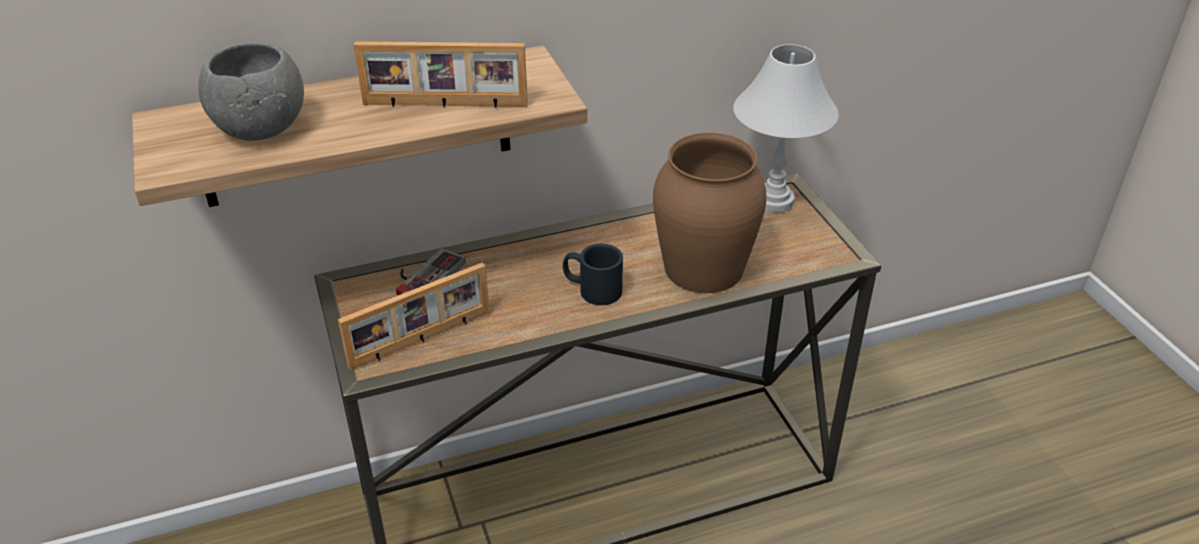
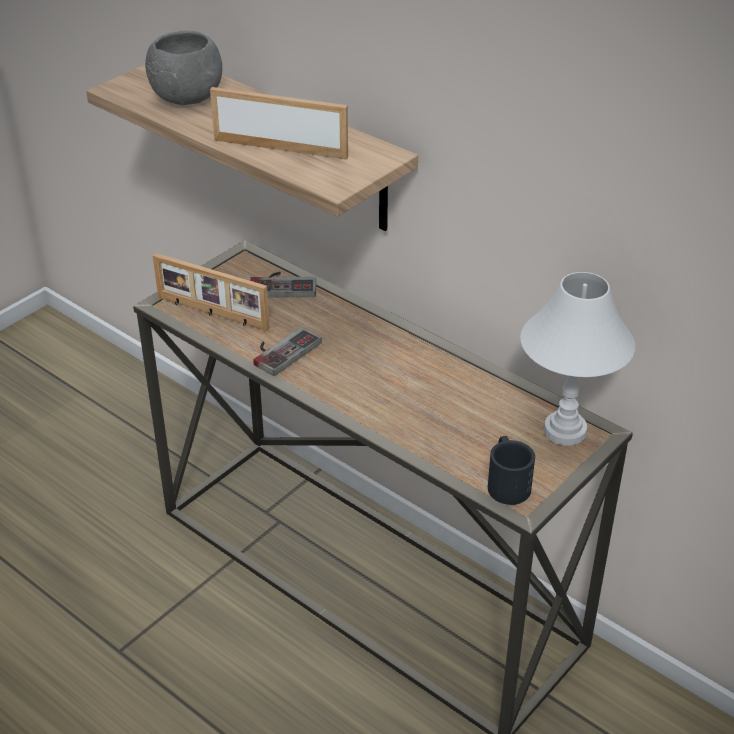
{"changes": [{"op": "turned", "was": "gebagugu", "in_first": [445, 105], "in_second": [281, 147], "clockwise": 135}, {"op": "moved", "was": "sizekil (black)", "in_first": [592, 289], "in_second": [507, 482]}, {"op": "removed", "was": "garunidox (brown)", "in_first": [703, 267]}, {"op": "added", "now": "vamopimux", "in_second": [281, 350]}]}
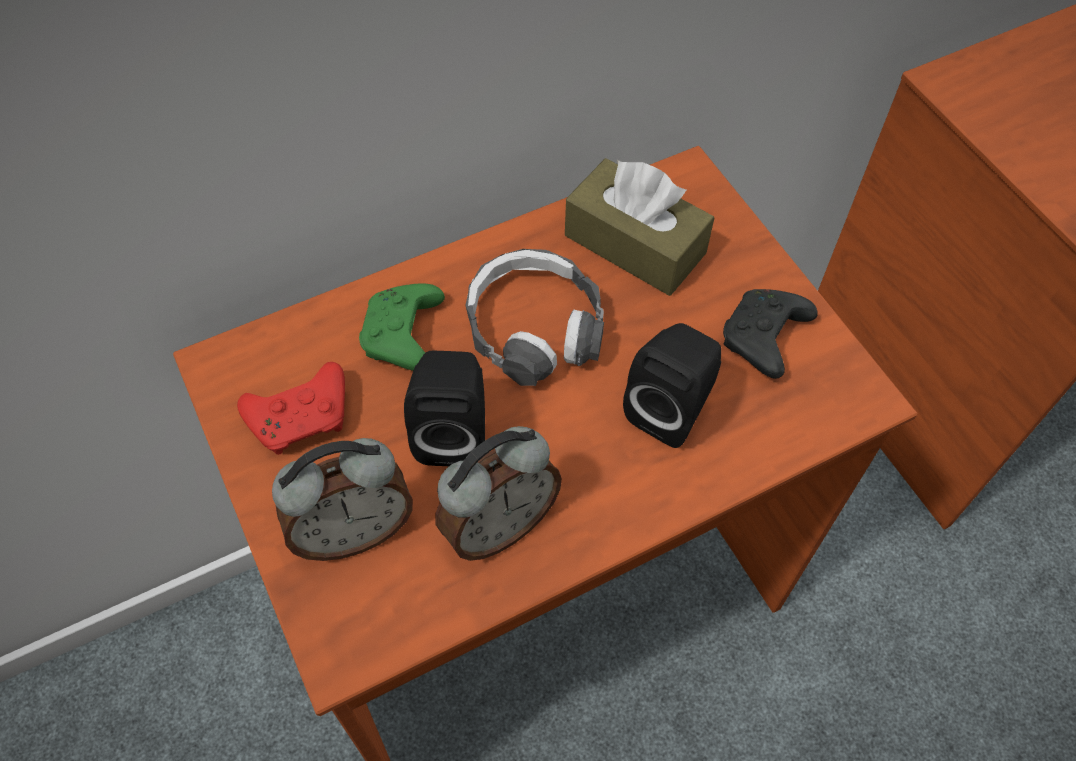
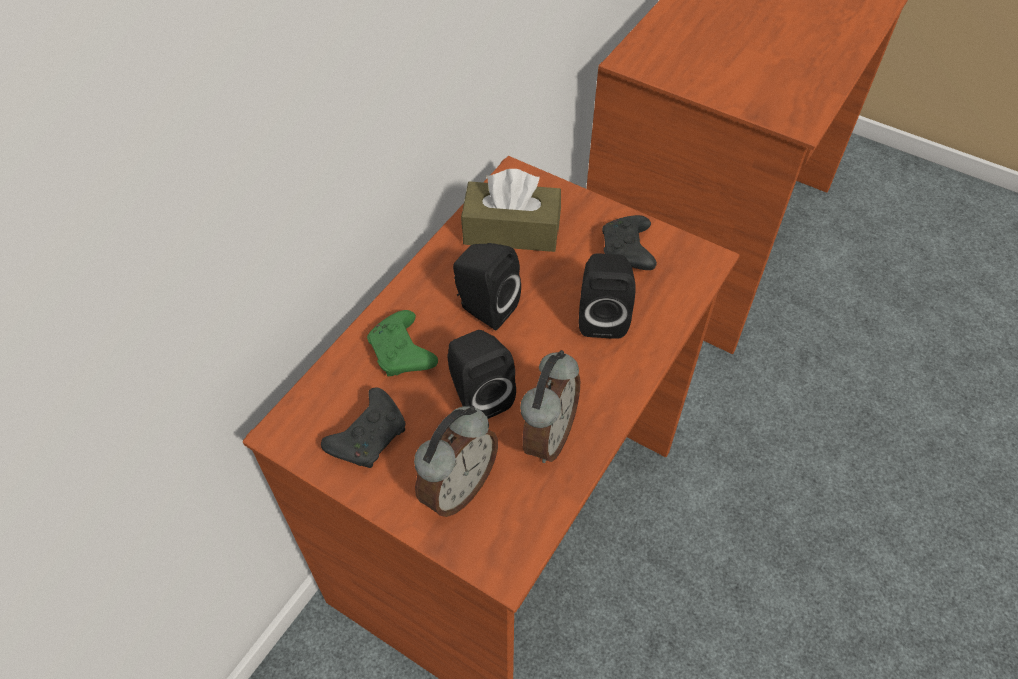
{"changes": [{"op": "recoloured", "was": "vamopimux (red)", "now": "vamopimux (black)", "in_first": [303, 417], "in_second": [370, 436]}, {"op": "replaced", "was": "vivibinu", "now": "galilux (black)", "in_first": [534, 327], "in_second": [484, 308]}]}
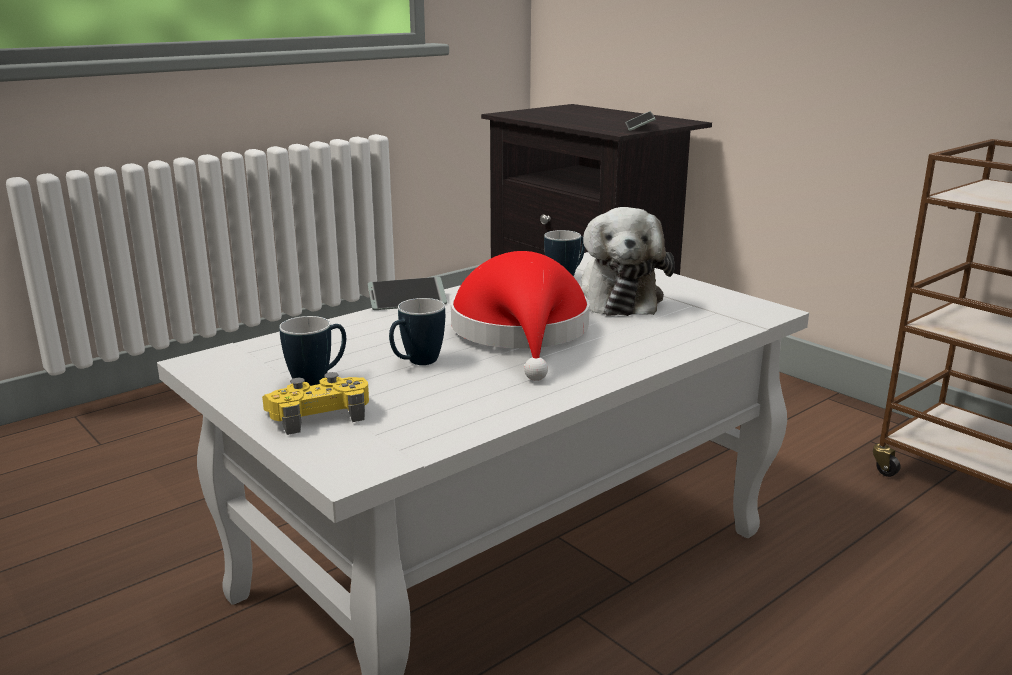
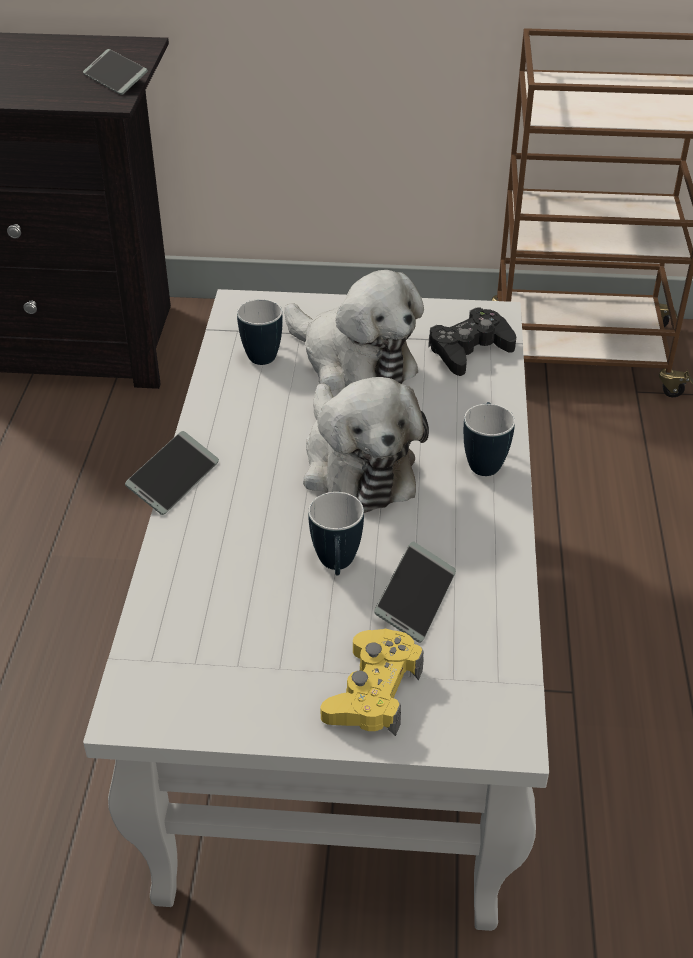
{"changes": [{"op": "moved", "was": "sizekil", "in_first": [318, 380], "in_second": [484, 461]}, {"op": "replaced", "was": "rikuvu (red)", "now": "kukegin", "in_first": [522, 333], "in_second": [356, 466]}, {"op": "added", "now": "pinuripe", "in_second": [415, 599]}, {"op": "added", "now": "vamopimux (black)", "in_second": [469, 350]}]}
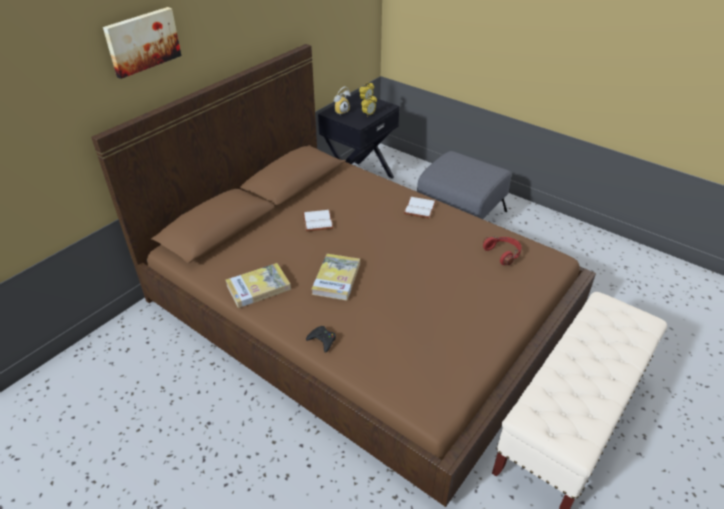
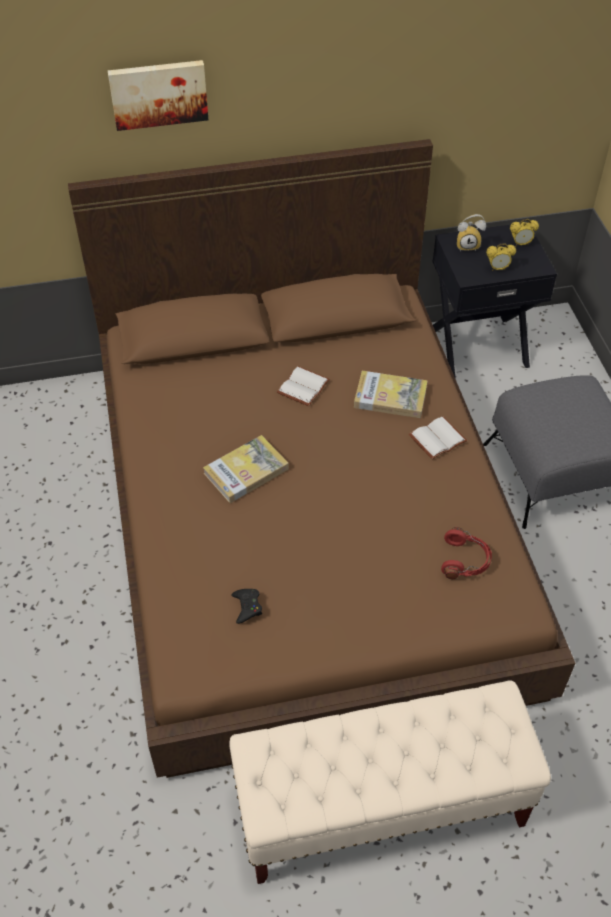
{"changes": [{"op": "moved", "was": "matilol", "in_first": [258, 287], "in_second": [390, 397]}, {"op": "moved", "was": "vamopimux (black)", "in_first": [322, 340], "in_second": [247, 607]}]}
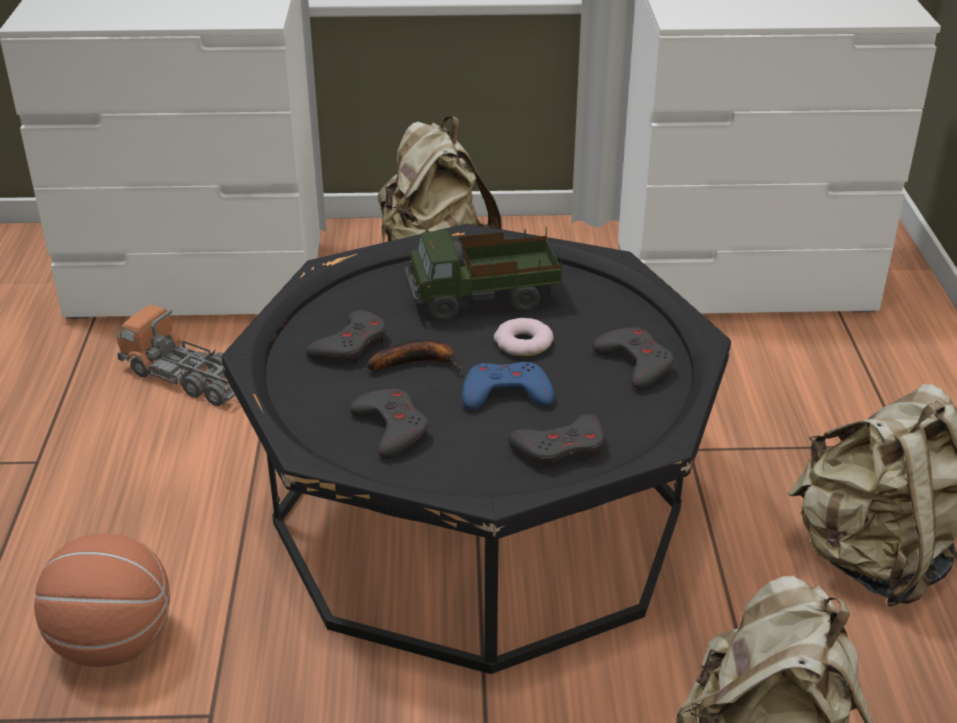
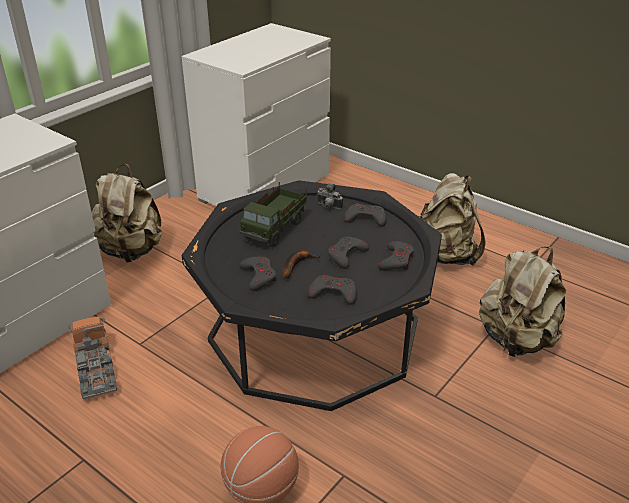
{"changes": [{"op": "turned", "was": "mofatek", "in_first": [189, 377], "in_second": [96, 369], "clockwise": 90}, {"op": "recoloured", "was": "vamopimux (blue)", "now": "vamopimux (grey)", "in_first": [506, 394], "in_second": [346, 255]}, {"op": "removed", "was": "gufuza", "in_first": [523, 343]}, {"op": "added", "now": "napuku", "in_second": [328, 206]}]}
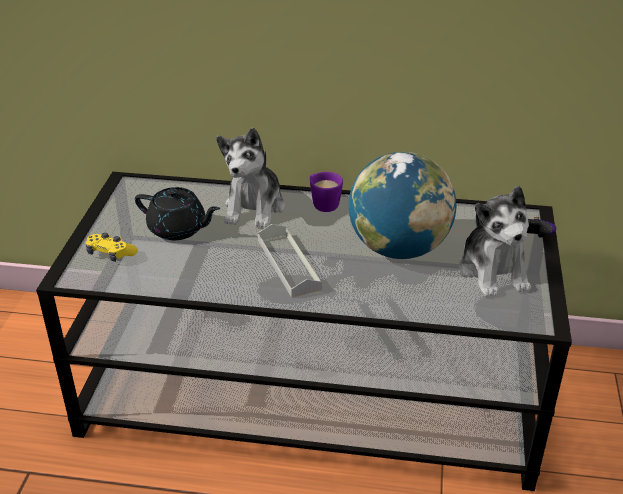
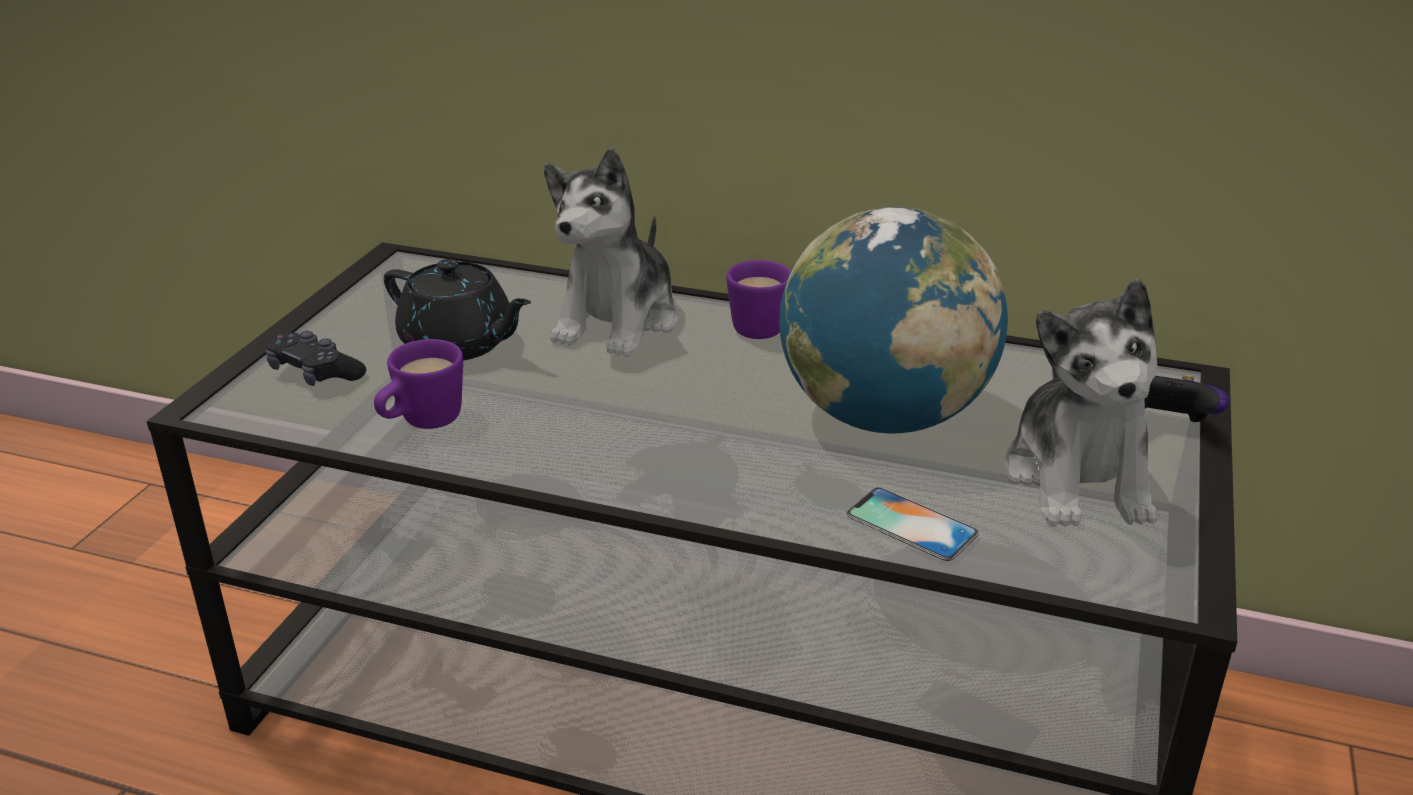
{"changes": [{"op": "recoloured", "was": "vamopimux (yellow)", "now": "vamopimux (black)", "in_first": [110, 253], "in_second": [315, 373]}, {"op": "removed", "was": "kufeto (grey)", "in_first": [288, 264]}, {"op": "added", "now": "sizekil (purple)", "in_second": [422, 423]}, {"op": "added", "now": "pinuripe", "in_second": [911, 524]}]}
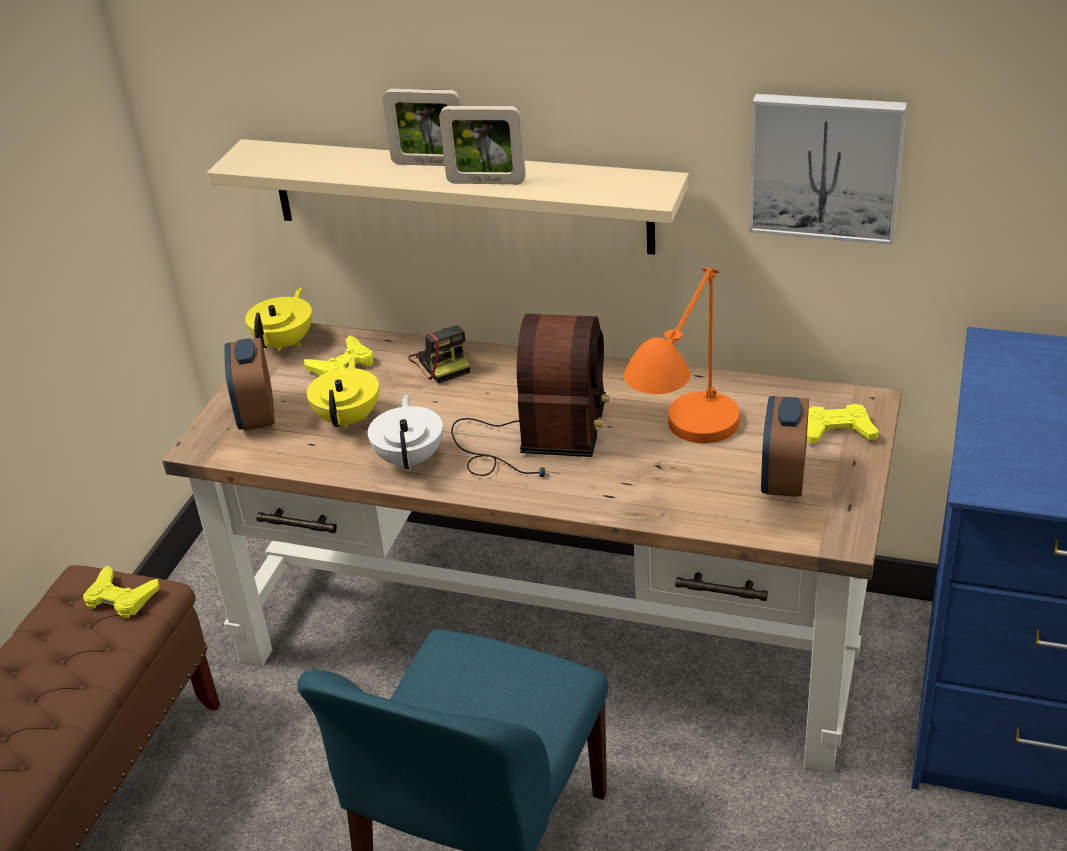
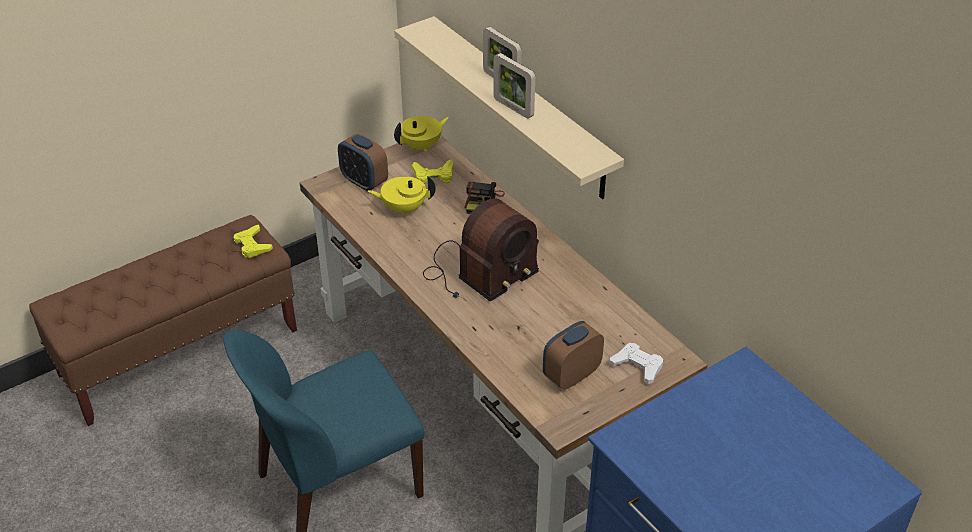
{"changes": [{"op": "turned", "was": "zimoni", "in_first": [256, 416], "in_second": [364, 182], "clockwise": -75}, {"op": "turned", "was": "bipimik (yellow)", "in_first": [349, 418], "in_second": [403, 208], "clockwise": -135}, {"op": "removed", "was": "bipimik (white)", "in_first": [410, 458]}, {"op": "removed", "was": "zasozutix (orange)", "in_first": [686, 460]}, {"op": "removed", "was": "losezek", "in_first": [826, 166]}, {"op": "recoloured", "was": "vamopimux (yellow)", "now": "vamopimux (white)", "in_first": [837, 431], "in_second": [637, 366]}]}
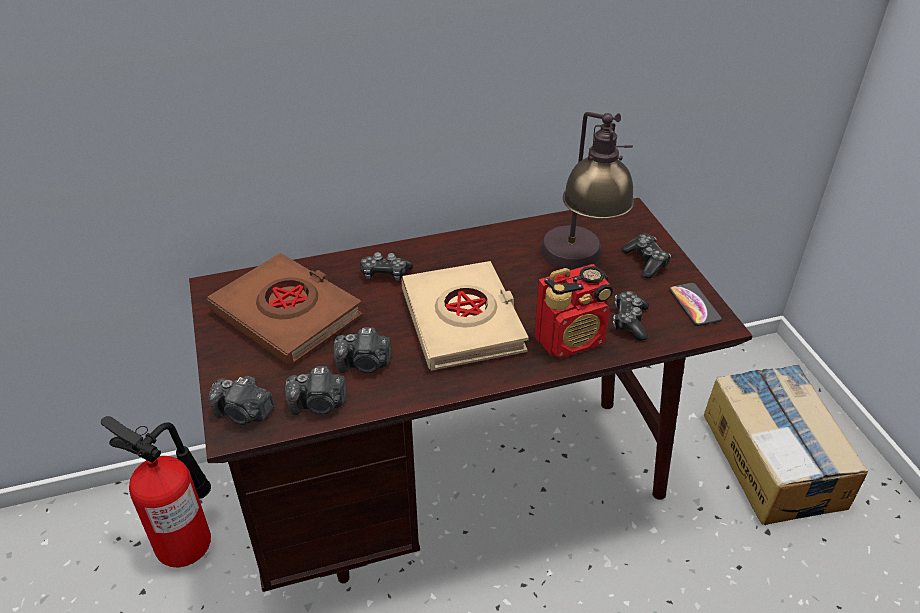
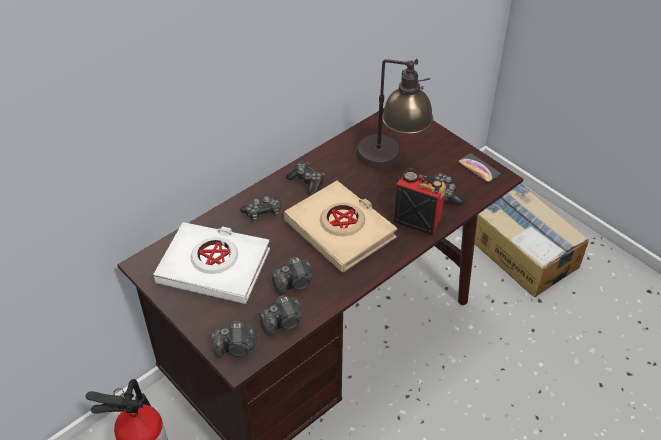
{"changes": [{"op": "recoloured", "was": "matilol (brown)", "now": "matilol (white)", "in_first": [287, 314], "in_second": [214, 267]}, {"op": "turned", "was": "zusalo", "in_first": [570, 340], "in_second": [417, 219], "clockwise": -105}, {"op": "moved", "was": "vamopimux", "in_first": [646, 261], "in_second": [307, 182]}]}
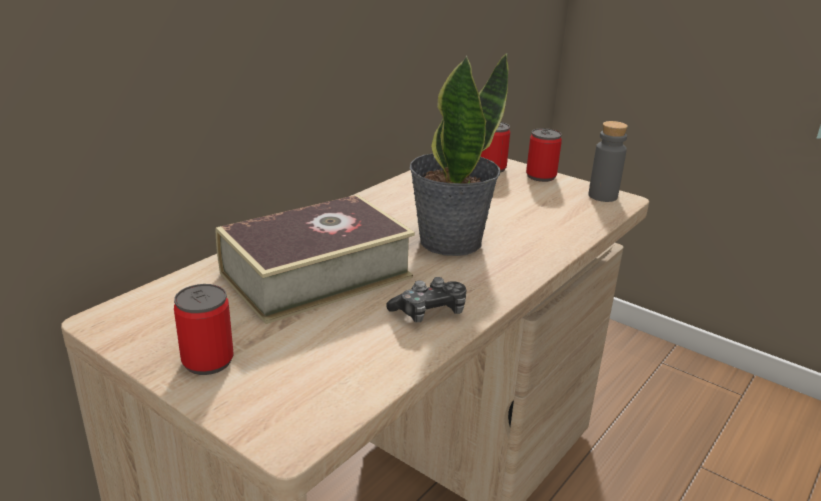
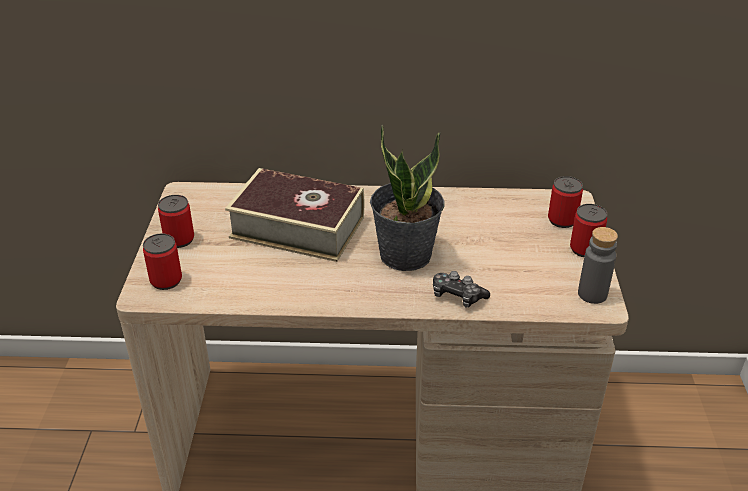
{"changes": [{"op": "moved", "was": "vamopimux", "in_first": [430, 312], "in_second": [457, 296]}, {"op": "added", "now": "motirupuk", "in_second": [166, 280]}]}
